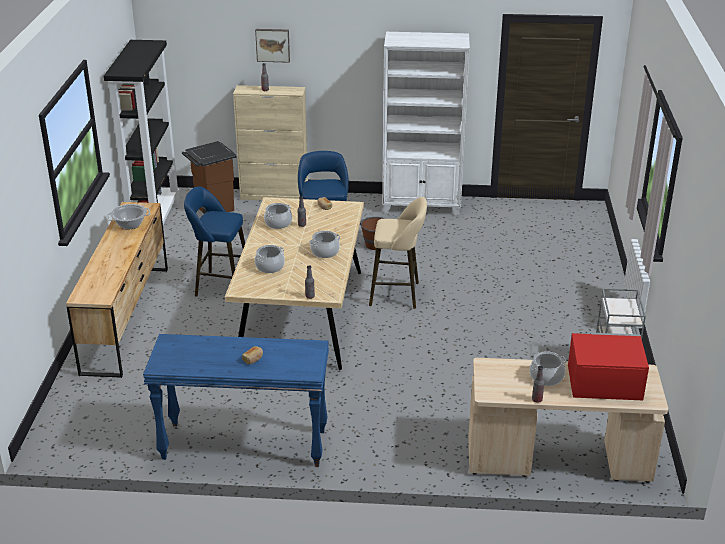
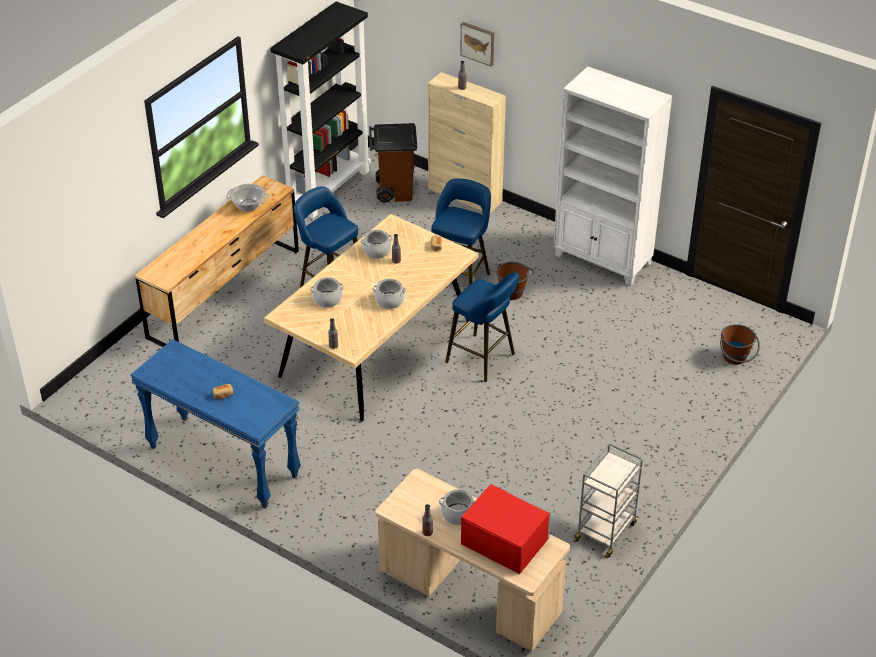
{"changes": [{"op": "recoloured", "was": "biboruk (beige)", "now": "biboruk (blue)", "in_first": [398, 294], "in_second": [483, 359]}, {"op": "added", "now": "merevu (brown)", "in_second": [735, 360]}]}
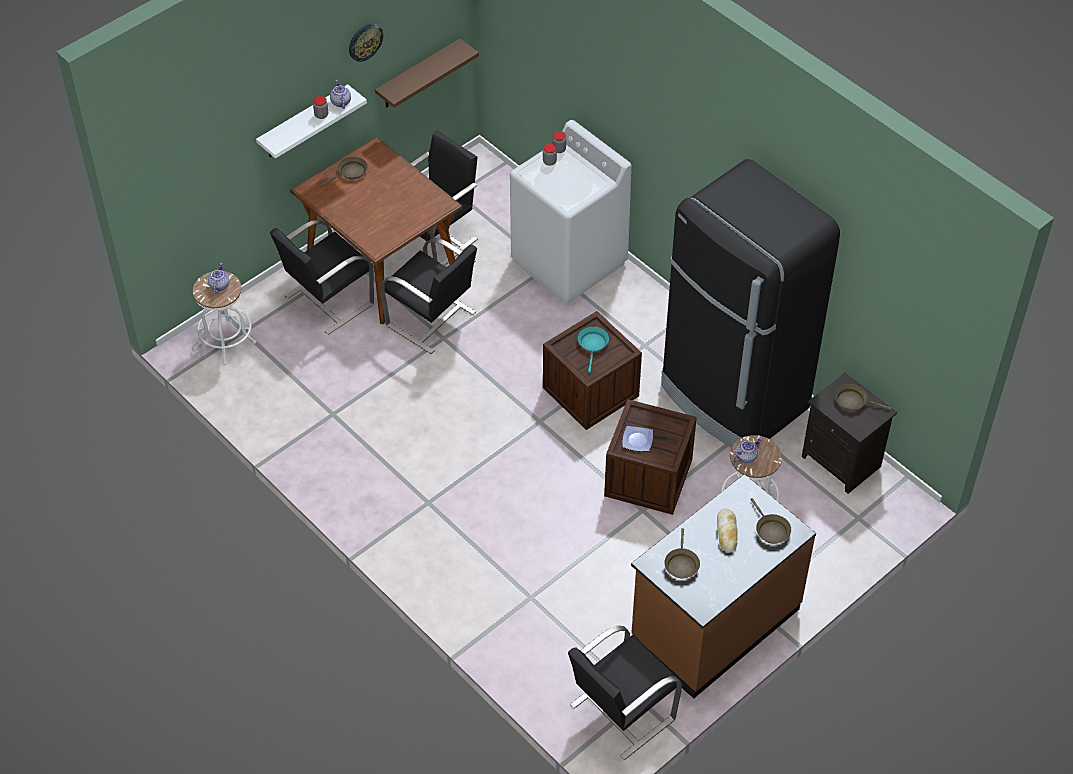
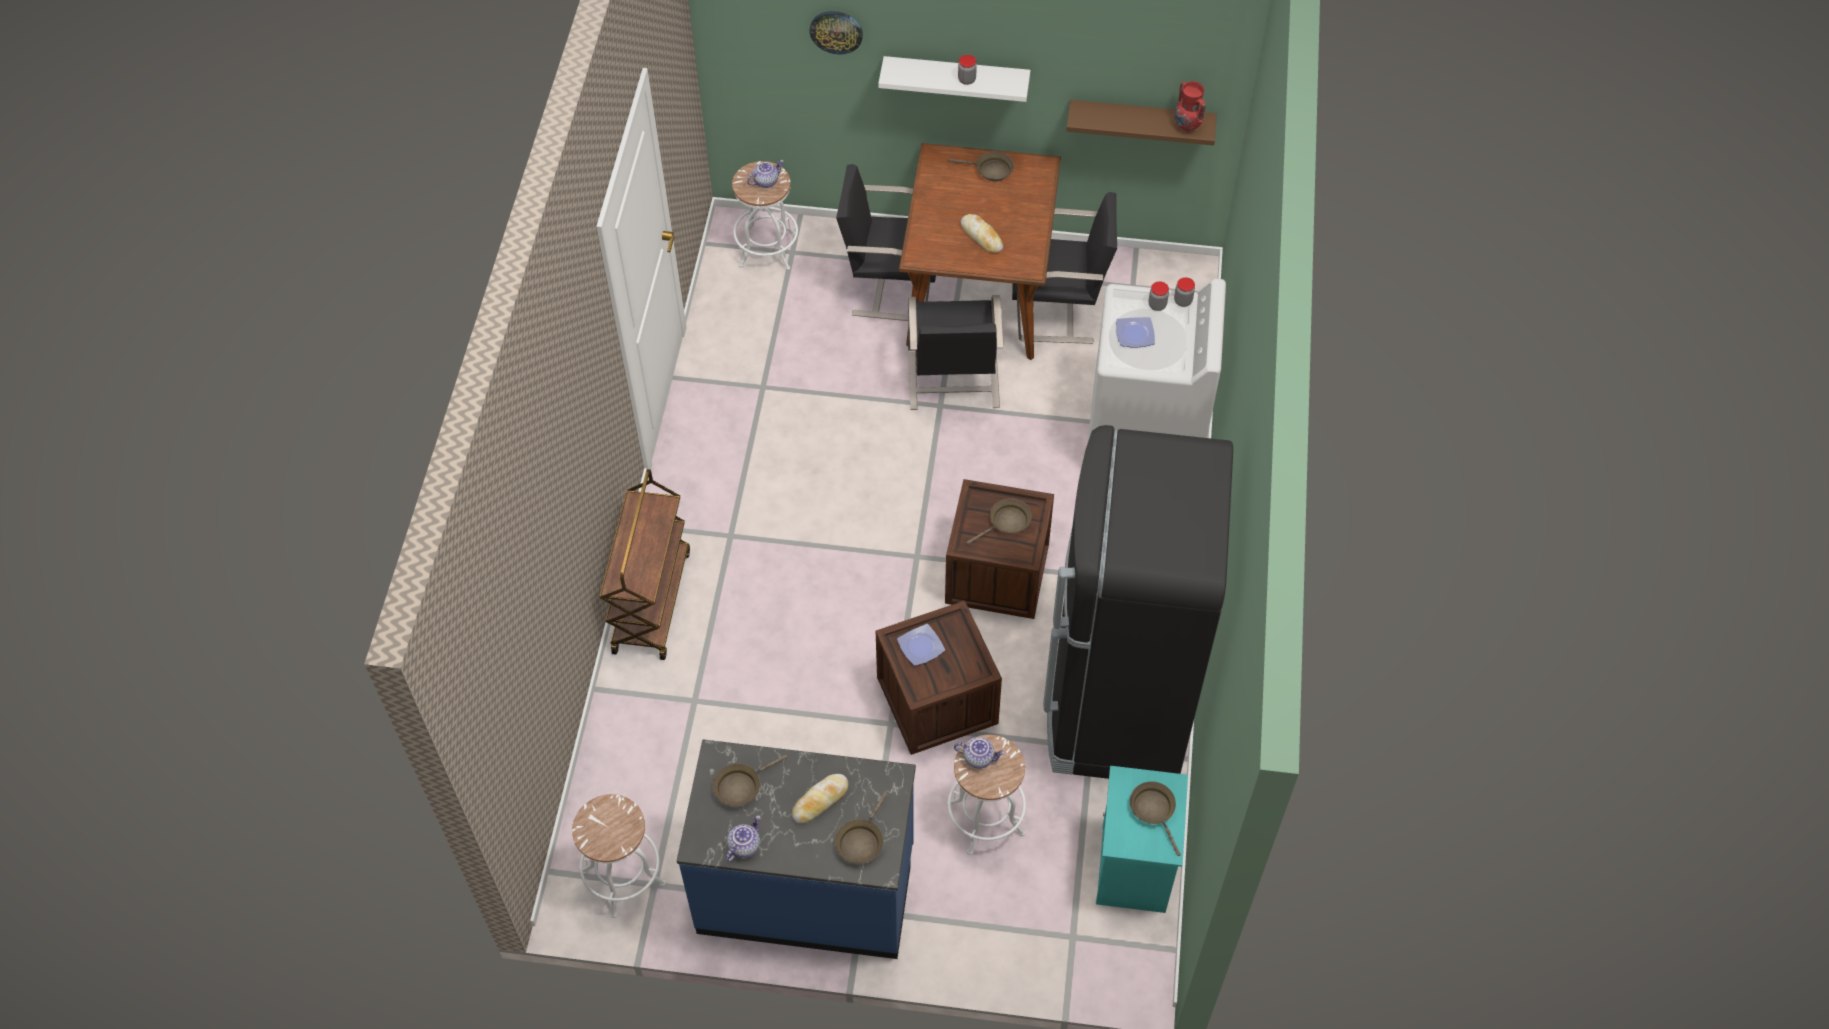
{"changes": [{"op": "moved", "was": "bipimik", "in_first": [340, 102], "in_second": [744, 845]}, {"op": "moved", "was": "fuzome", "in_first": [365, 41], "in_second": [836, 31]}, {"op": "replaced", "was": "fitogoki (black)", "now": "biboruk (white)", "in_first": [620, 713], "in_second": [623, 877]}, {"op": "recoloured", "was": "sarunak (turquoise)", "now": "sarunak (brown)", "in_first": [593, 345], "in_second": [1007, 522]}, {"op": "recoloured", "was": "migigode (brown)", "now": "migigode (blue)", "in_first": [714, 623], "in_second": [806, 888]}, {"op": "recoloured", "was": "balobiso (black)", "now": "balobiso (turquoise)", "in_first": [843, 461], "in_second": [1135, 869]}, {"op": "added", "now": "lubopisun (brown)", "in_second": [651, 600]}, {"op": "added", "now": "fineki", "in_second": [981, 236]}, {"op": "added", "now": "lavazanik", "in_second": [1134, 333]}, {"op": "added", "now": "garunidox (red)", "in_second": [1187, 127]}]}
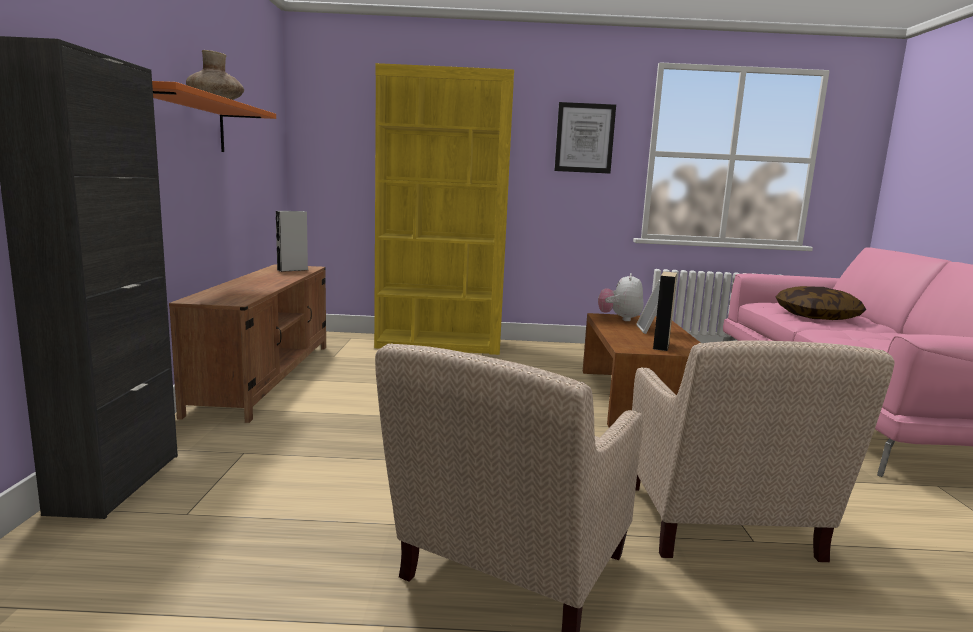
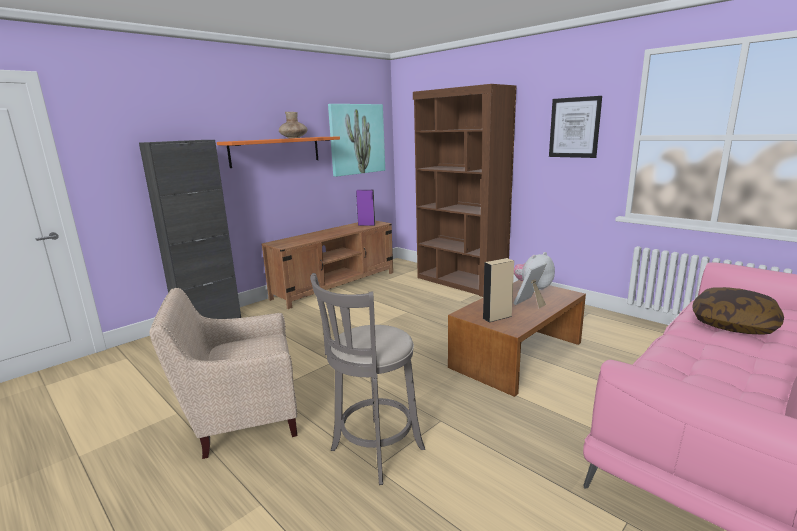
{"changes": [{"op": "recoloured", "was": "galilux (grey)", "now": "galilux (purple)", "in_first": [292, 270], "in_second": [366, 225]}, {"op": "recoloured", "was": "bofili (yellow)", "now": "bofili (brown)", "in_first": [439, 344], "in_second": [460, 282]}, {"op": "replaced", "was": "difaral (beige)", "now": "biboruk (grey)", "in_first": [721, 529], "in_second": [373, 452]}, {"op": "added", "now": "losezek", "in_second": [356, 139]}]}
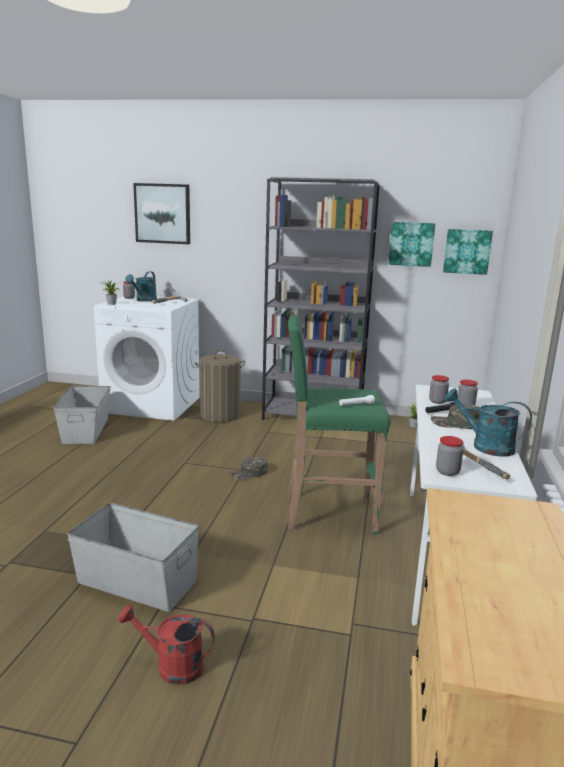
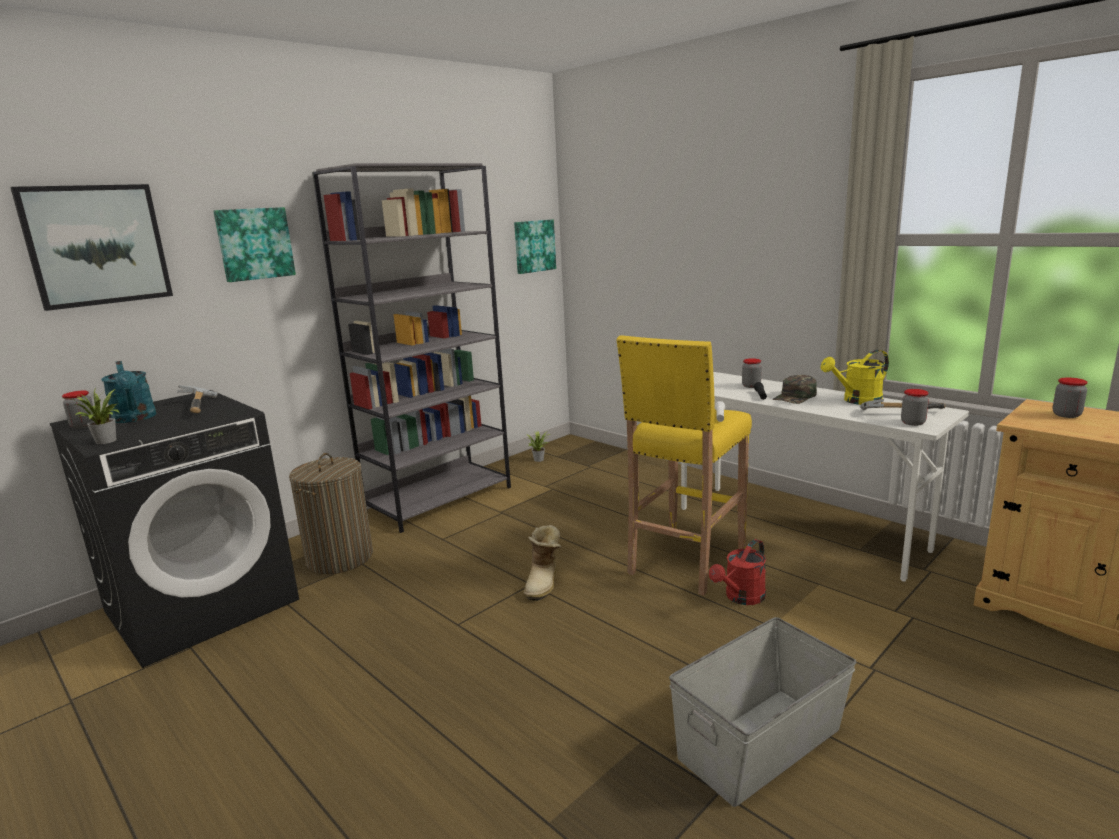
{"changes": [{"op": "removed", "was": "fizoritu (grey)", "in_first": [86, 430]}, {"op": "recoloured", "was": "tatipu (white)", "now": "tatipu (black)", "in_first": [153, 405], "in_second": [203, 604]}, {"op": "moved", "was": "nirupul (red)", "in_first": [171, 665], "in_second": [741, 598]}, {"op": "replaced", "was": "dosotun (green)", "now": "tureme", "in_first": [249, 473], "in_second": [544, 583]}, {"op": "recoloured", "was": "biboruk (green)", "now": "biboruk (yellow)", "in_first": [328, 513], "in_second": [685, 562]}, {"op": "moved", "was": "losezek", "in_first": [411, 244], "in_second": [254, 244]}, {"op": "moved", "was": "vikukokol", "in_first": [437, 401], "in_second": [1066, 415]}, {"op": "recoloured", "was": "nirupul (turquoise)", "now": "nirupul (yellow)", "in_first": [485, 446], "in_second": [857, 401]}]}
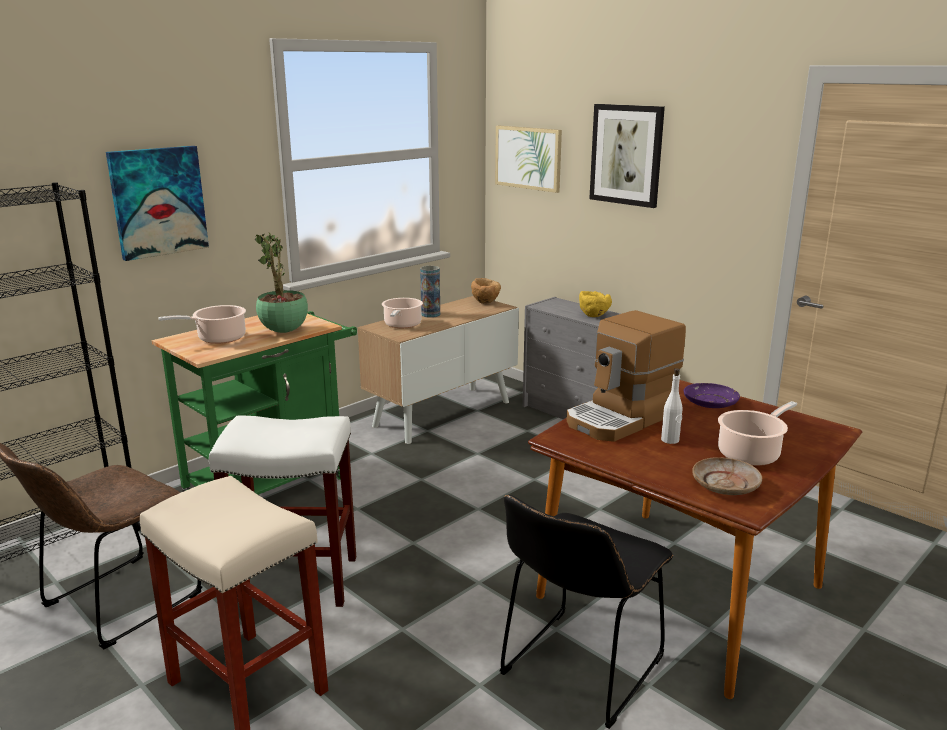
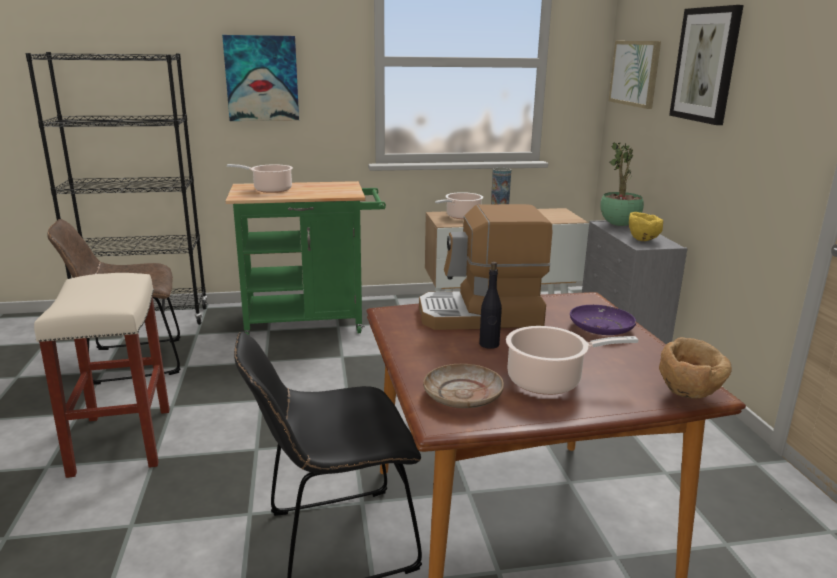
{"changes": [{"op": "removed", "was": "biboruk (white)", "in_first": [298, 579]}, {"op": "moved", "was": "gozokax", "in_first": [284, 331], "in_second": [618, 225]}, {"op": "moved", "was": "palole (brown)", "in_first": [485, 302], "in_second": [689, 394]}, {"op": "recoloured", "was": "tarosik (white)", "now": "tarosik (black)", "in_first": [670, 440], "in_second": [489, 344]}]}
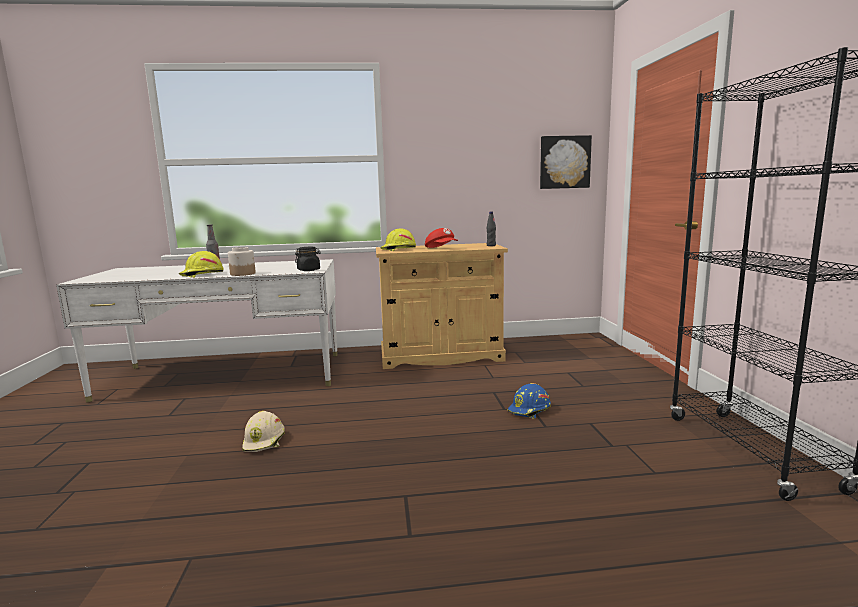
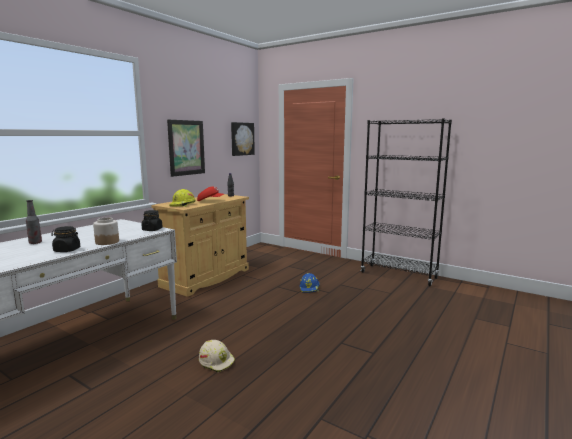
{"changes": [{"op": "replaced", "was": "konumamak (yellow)", "now": "vikukokol (black)", "in_first": [202, 275], "in_second": [67, 250]}, {"op": "added", "now": "losezek", "in_second": [186, 147]}]}
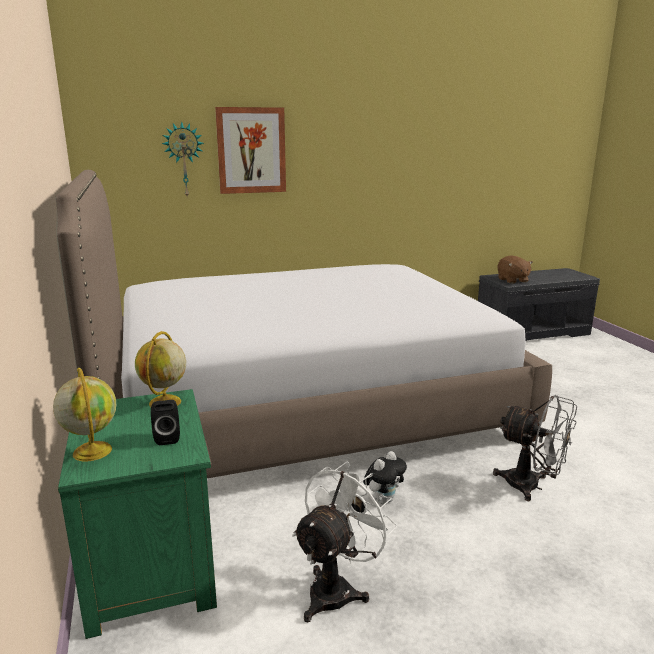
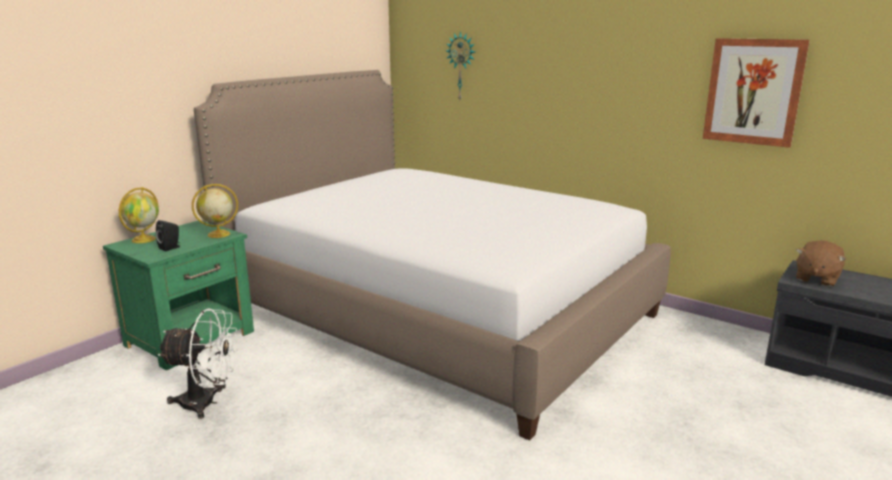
{"changes": [{"op": "moved", "was": "losezek", "in_first": [251, 150], "in_second": [753, 91]}, {"op": "removed", "was": "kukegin", "in_first": [384, 500]}, {"op": "removed", "was": "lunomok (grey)", "in_first": [531, 486]}]}
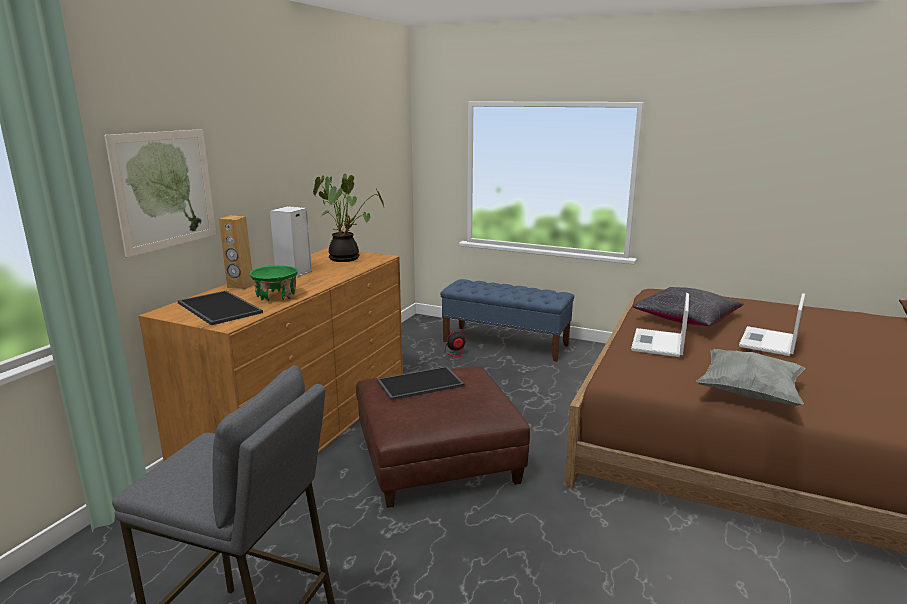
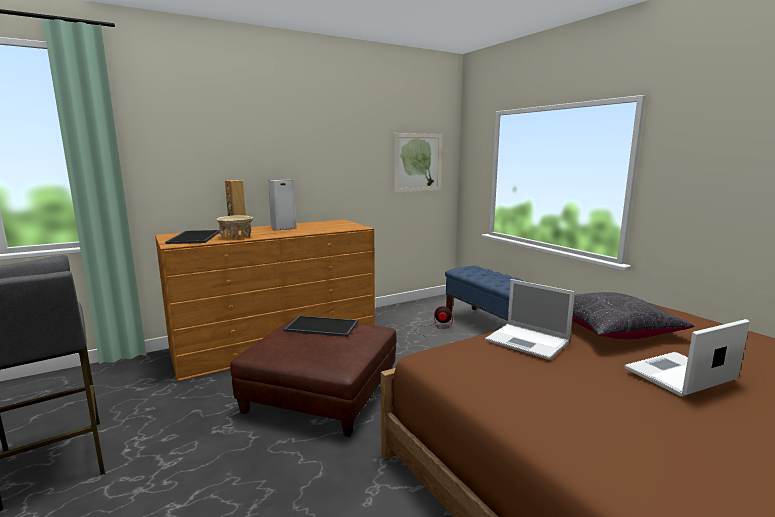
{"changes": [{"op": "moved", "was": "losezek", "in_first": [165, 190], "in_second": [418, 162]}, {"op": "recoloured", "was": "palole (green)", "now": "palole (beige)", "in_first": [276, 297], "in_second": [236, 237]}, {"op": "removed", "was": "gozokax", "in_first": [346, 258]}, {"op": "turned", "was": "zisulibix", "in_first": [658, 344], "in_second": [529, 341], "clockwise": -105}, {"op": "removed", "was": "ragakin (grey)", "in_first": [748, 394]}]}
